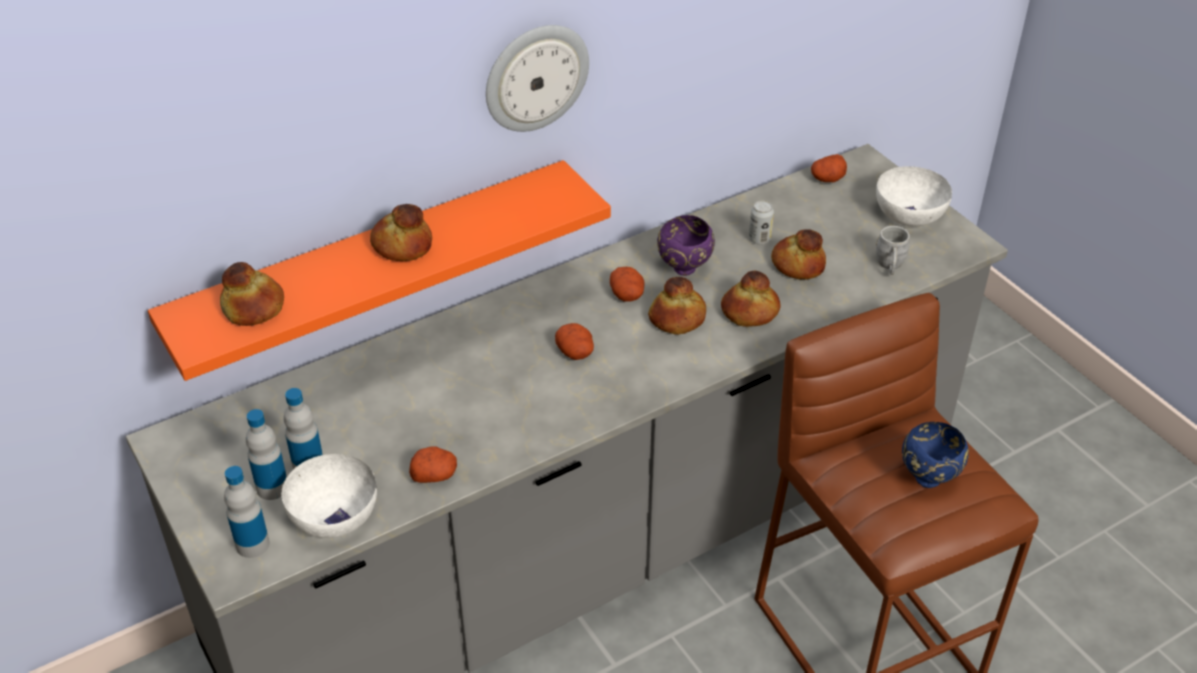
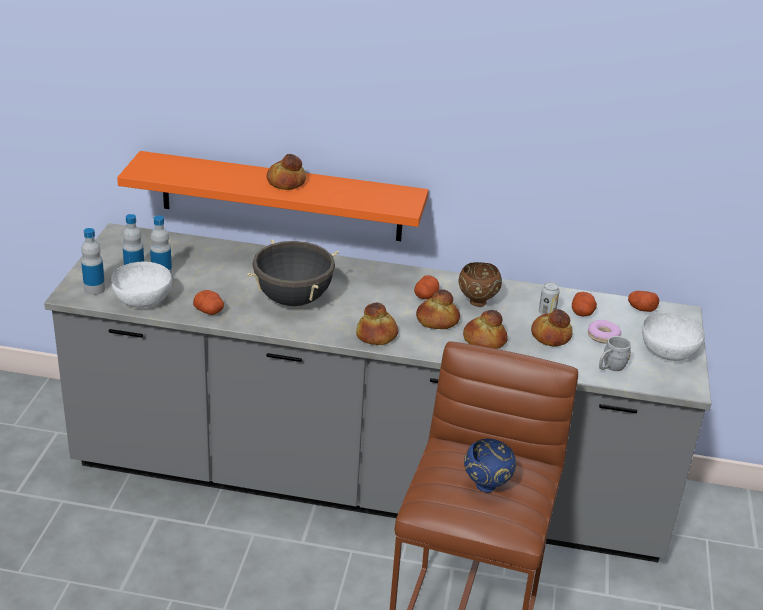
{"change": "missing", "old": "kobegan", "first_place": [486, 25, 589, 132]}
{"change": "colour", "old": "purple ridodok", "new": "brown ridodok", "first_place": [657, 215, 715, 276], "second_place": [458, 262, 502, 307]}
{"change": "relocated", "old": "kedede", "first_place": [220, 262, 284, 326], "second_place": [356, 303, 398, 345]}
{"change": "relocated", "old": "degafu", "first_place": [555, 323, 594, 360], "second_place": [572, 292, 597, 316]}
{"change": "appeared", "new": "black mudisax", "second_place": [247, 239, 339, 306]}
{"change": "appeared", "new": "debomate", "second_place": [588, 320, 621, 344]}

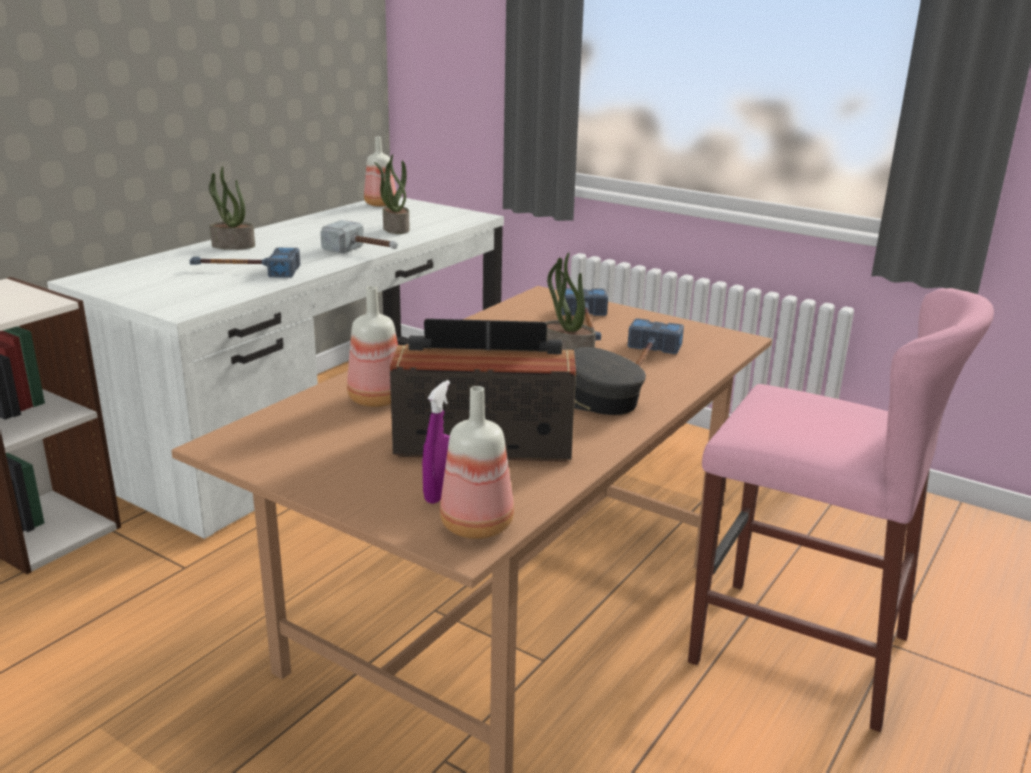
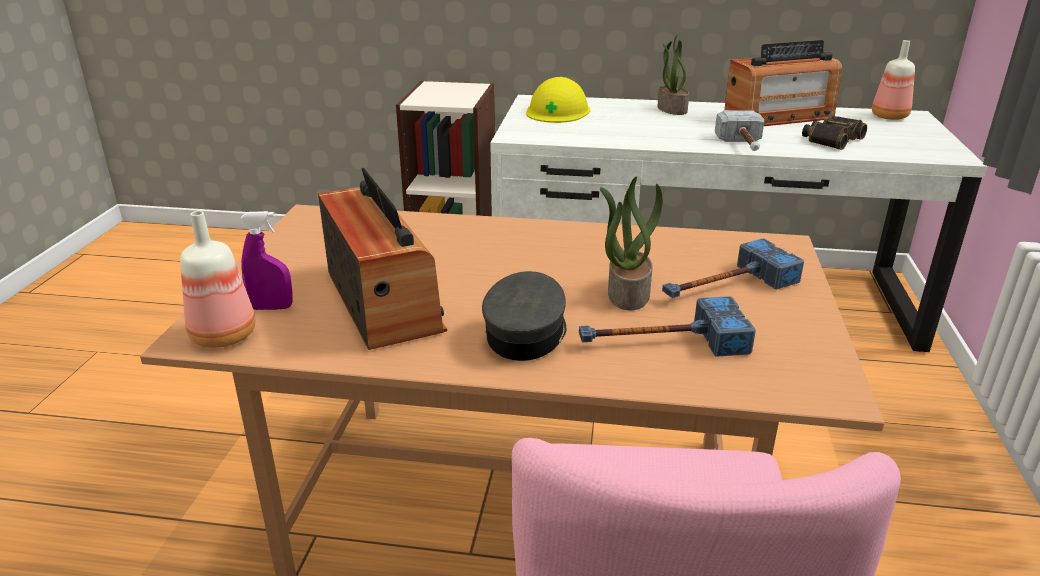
{"change": "exchanged", "old": "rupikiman", "new": "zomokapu", "first_place": [374, 154, 410, 234], "second_place": [802, 115, 867, 150]}
{"change": "missing", "old": "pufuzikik", "first_place": [190, 248, 301, 278]}
{"change": "missing", "old": "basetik", "first_place": [347, 286, 398, 407]}
{"change": "appeared", "new": "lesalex", "second_place": [724, 40, 842, 126]}
{"change": "appeared", "new": "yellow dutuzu", "second_place": [526, 77, 590, 123]}

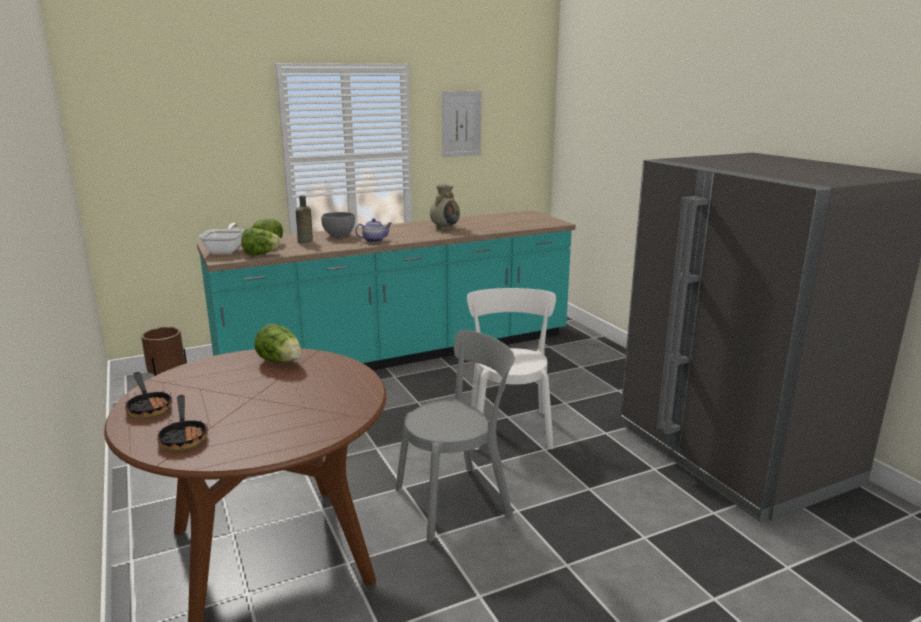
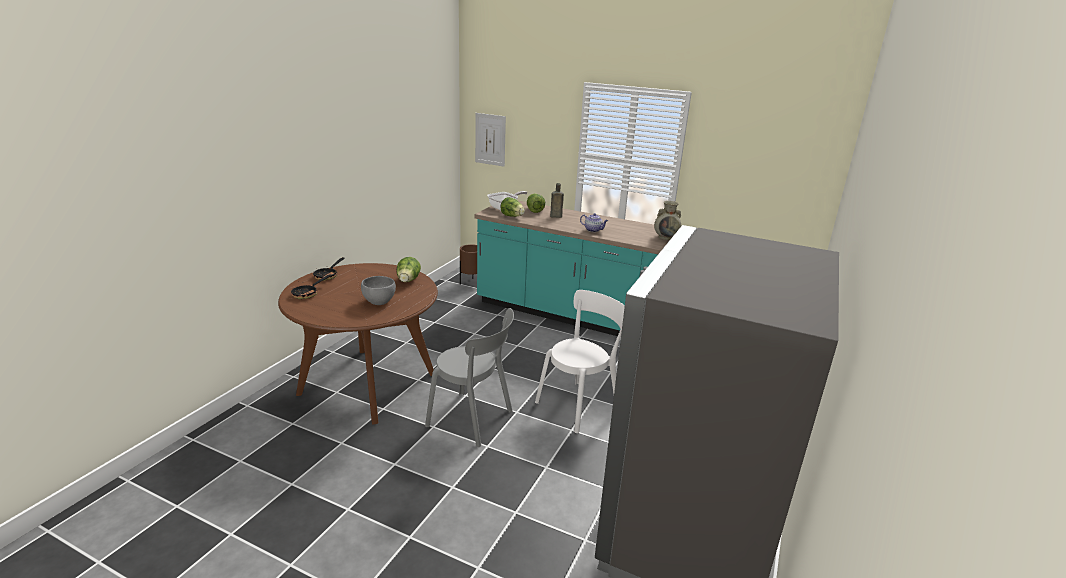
{"change": "relocated", "old": "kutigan", "first_place": [442, 91, 481, 157], "second_place": [475, 113, 506, 167]}
{"change": "relocated", "old": "grey ridodok", "first_place": [321, 212, 355, 237], "second_place": [361, 276, 396, 305]}

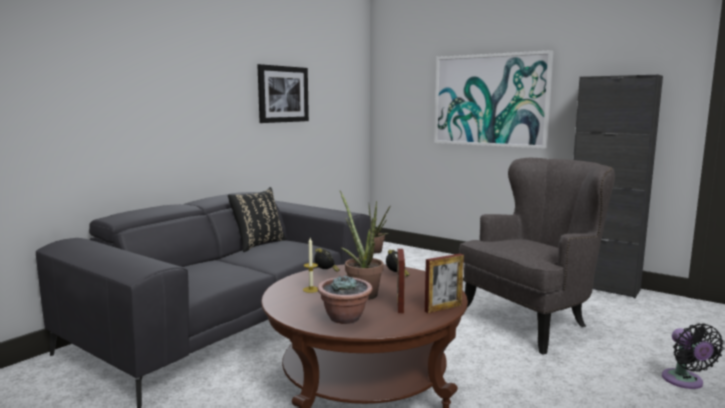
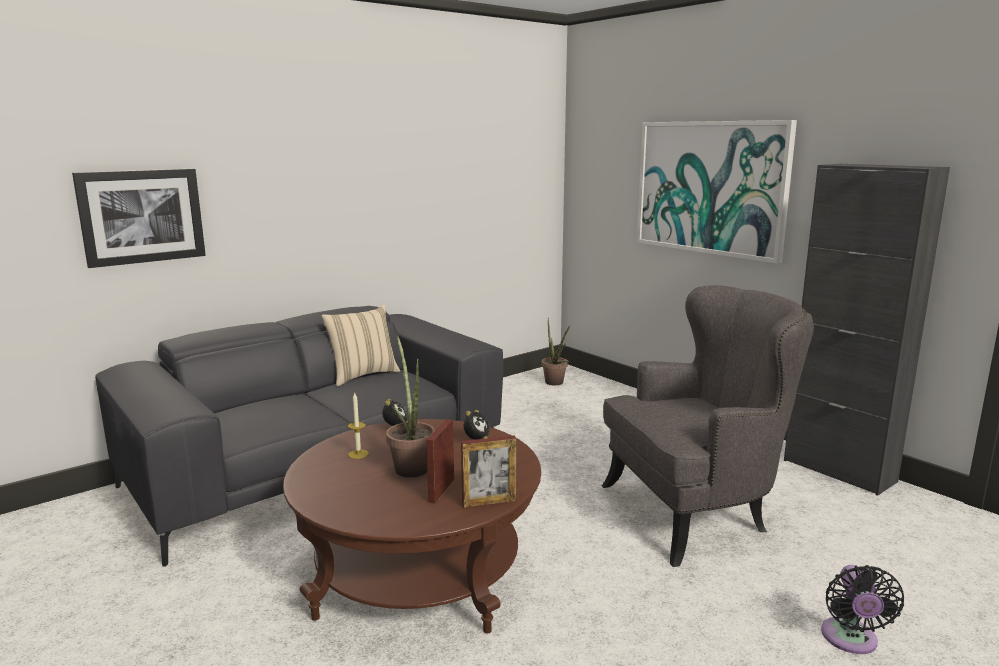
{"change": "relocated", "old": "kutigan", "first_place": [257, 64, 309, 123], "second_place": [72, 169, 206, 268]}
{"change": "colour", "old": "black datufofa", "new": "beige datufofa", "first_place": [228, 187, 286, 252], "second_place": [321, 304, 400, 386]}
{"change": "missing", "old": "rupikiman", "first_place": [318, 275, 372, 324]}

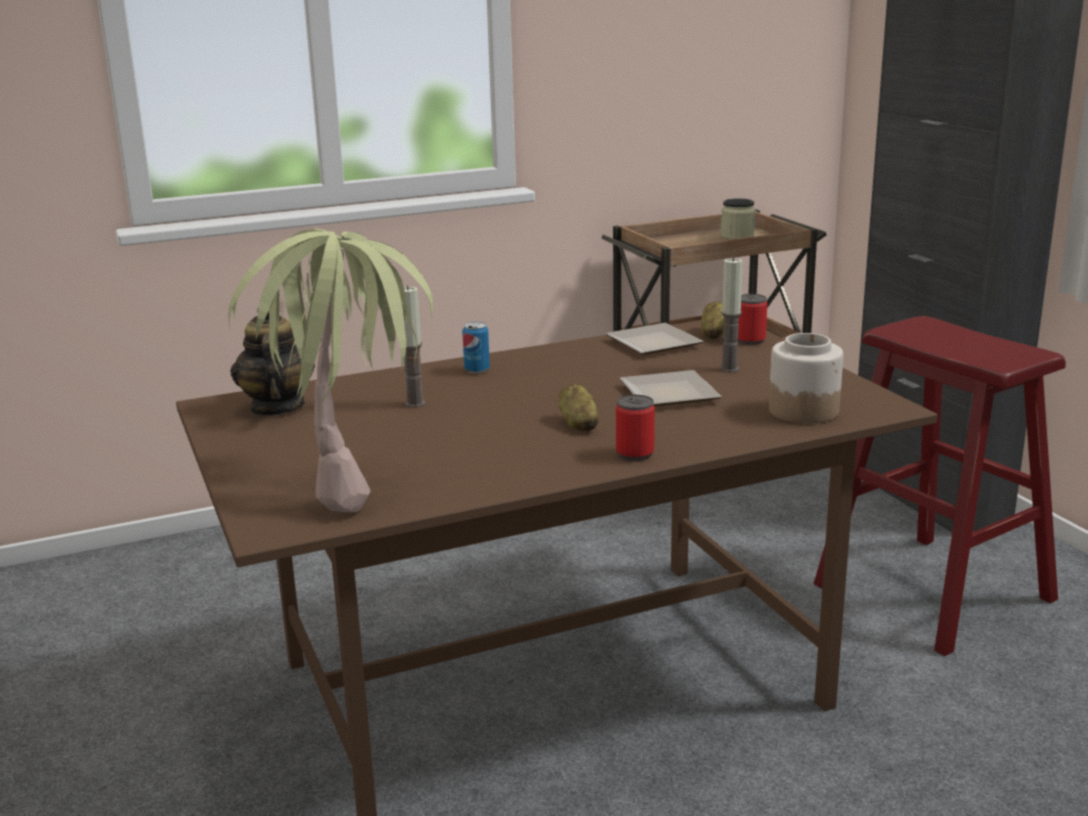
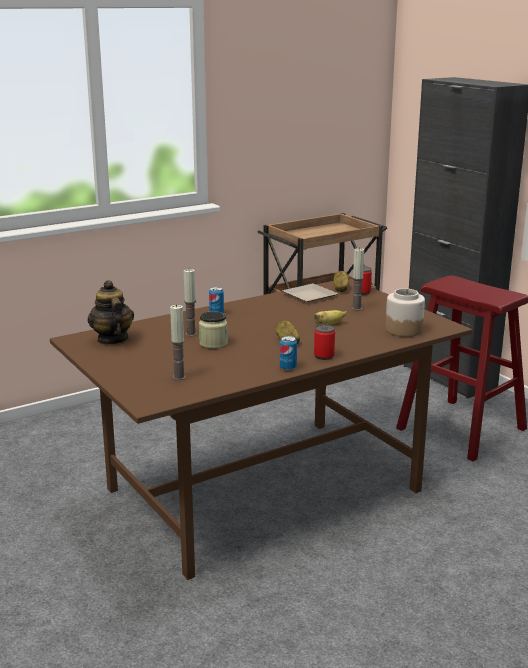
{"change": "relocated", "old": "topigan", "first_place": [721, 198, 755, 240], "second_place": [199, 311, 228, 349]}
{"change": "exchanged", "old": "rupikiman", "new": "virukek", "first_place": [228, 229, 433, 513], "second_place": [170, 304, 186, 380]}
{"change": "exchanged", "old": "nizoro", "new": "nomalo", "first_place": [620, 370, 722, 407], "second_place": [314, 310, 347, 325]}
{"change": "appeared", "new": "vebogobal", "second_place": [280, 336, 297, 370]}

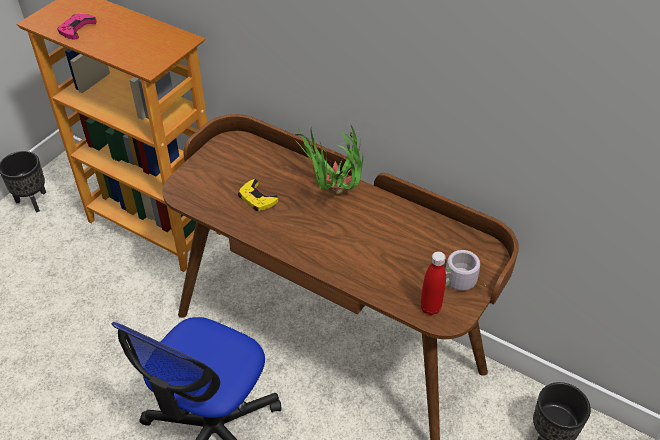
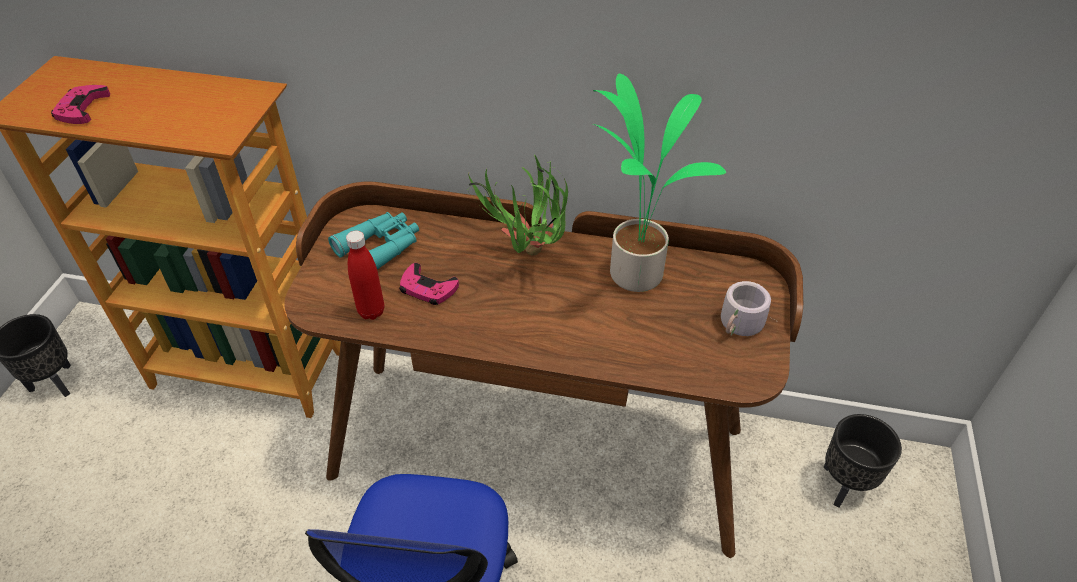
{"change": "colour", "old": "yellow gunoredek", "new": "pink gunoredek", "first_place": [238, 179, 278, 211], "second_place": [399, 263, 459, 305]}
{"change": "relocated", "old": "red basetik", "first_place": [420, 251, 446, 315], "second_place": [346, 231, 384, 320]}
{"change": "appeared", "new": "rupikiman", "second_place": [593, 74, 726, 292]}
{"change": "appeared", "new": "turquoise zomokapu", "second_place": [328, 212, 419, 270]}

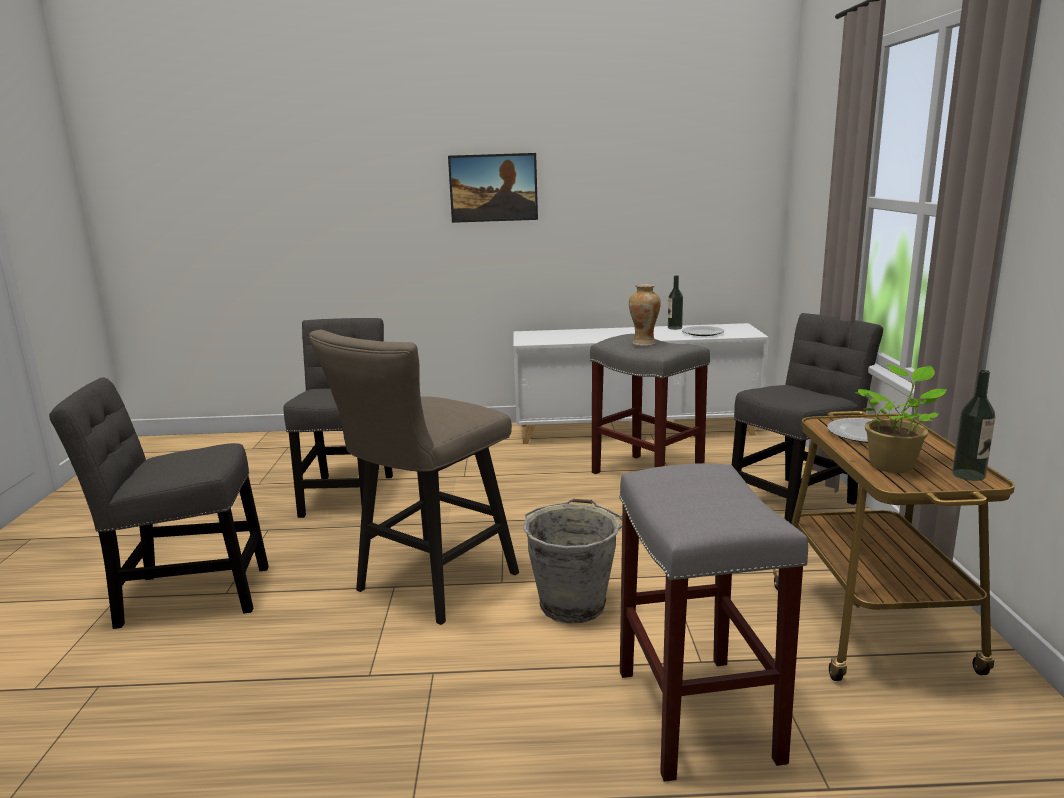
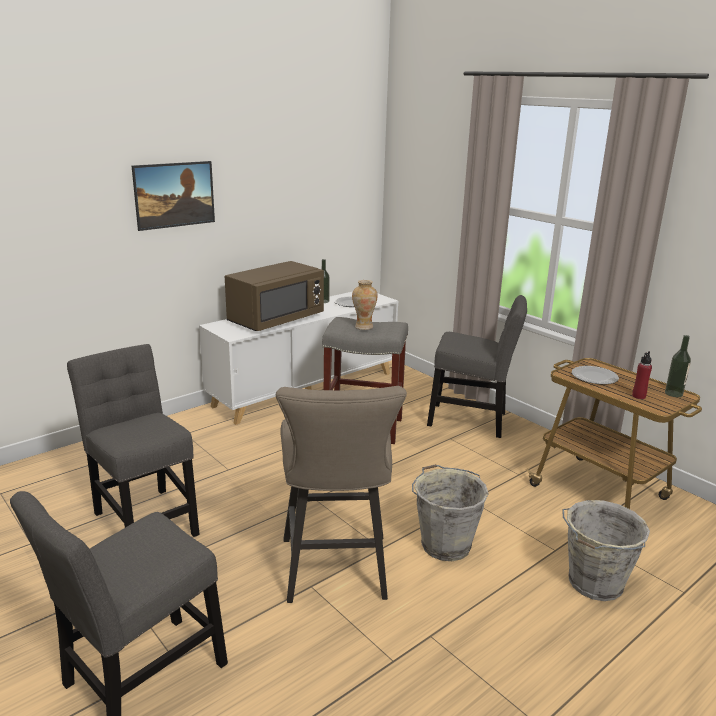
{"change": "spun", "old": "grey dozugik", "first_place": [732, 313, 883, 523], "second_place": [427, 295, 527, 438], "degrees": 90}
{"change": "exchanged", "old": "rupikiman", "new": "red basetik", "first_place": [854, 364, 947, 473], "second_place": [632, 351, 652, 399]}
{"change": "exchanged", "old": "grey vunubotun", "new": "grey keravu", "first_place": [619, 463, 808, 782], "second_place": [562, 500, 650, 601]}
{"change": "appeared", "new": "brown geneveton", "second_place": [225, 261, 324, 331]}

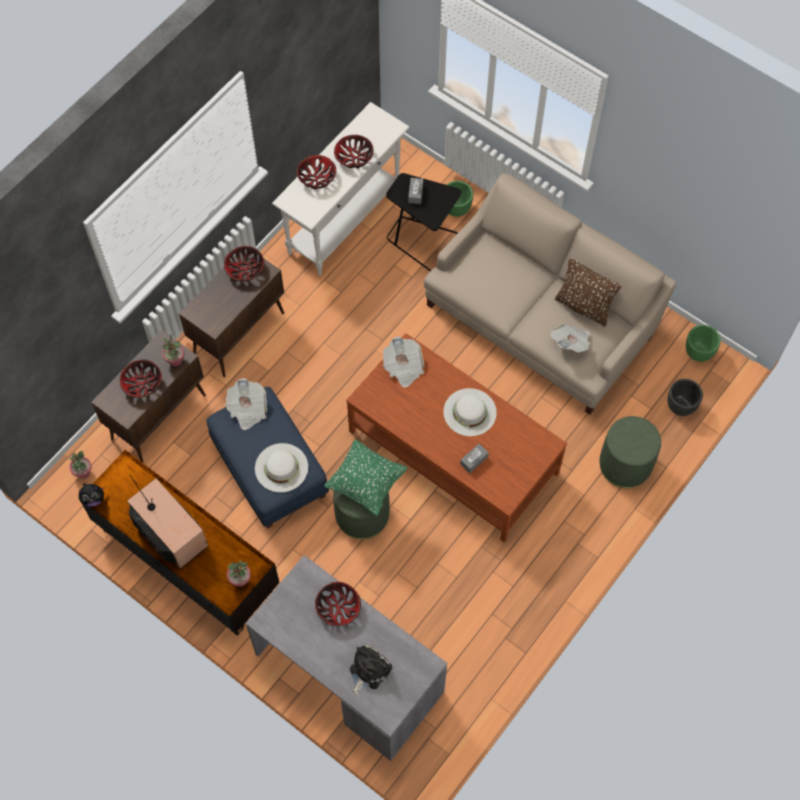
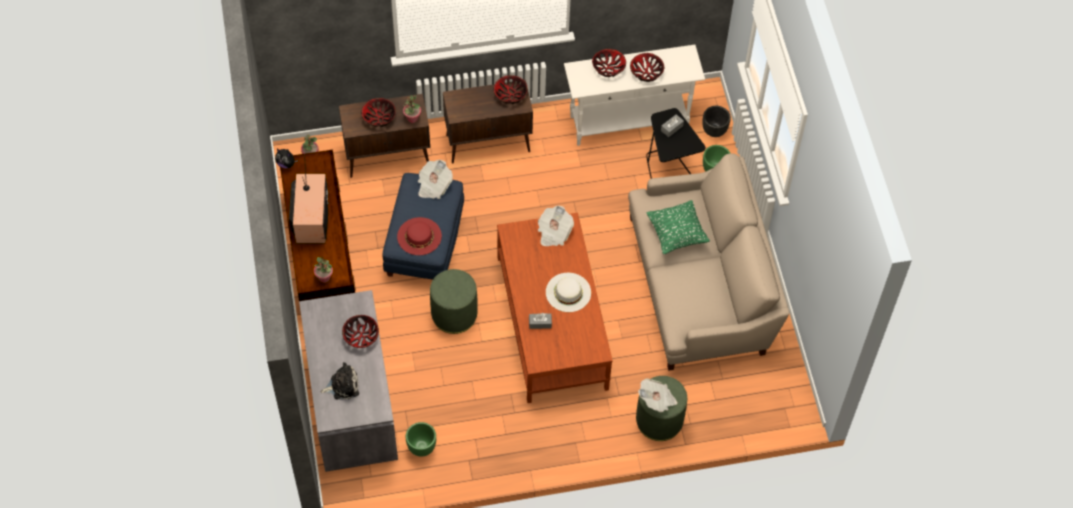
{"change": "missing", "old": "brown datufofa", "first_place": [555, 258, 621, 327]}
{"change": "relocated", "old": "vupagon", "first_place": [550, 324, 591, 353], "second_place": [638, 378, 677, 413]}
{"change": "relocated", "old": "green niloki", "first_place": [686, 325, 721, 362], "second_place": [406, 422, 436, 457]}
{"change": "relocated", "old": "black niloki", "first_place": [668, 379, 703, 416], "second_place": [702, 106, 731, 137]}
{"change": "relocated", "old": "green datufofa", "first_place": [324, 439, 407, 516], "second_place": [647, 200, 710, 255]}
{"change": "colour", "old": "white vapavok", "new": "red vapavok", "first_place": [255, 443, 308, 493], "second_place": [397, 217, 442, 255]}

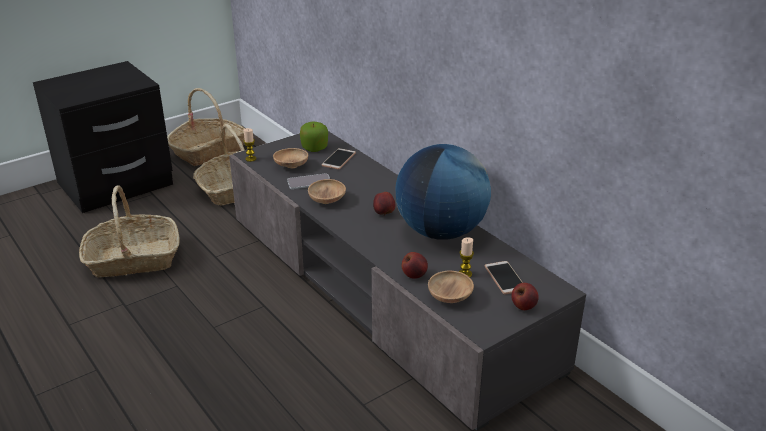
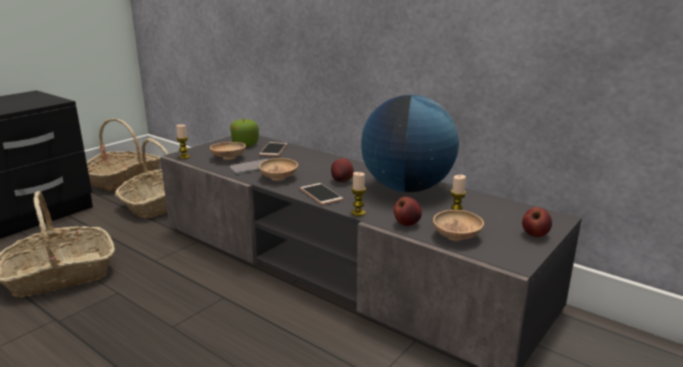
{"change": "relocated", "old": "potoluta", "first_place": [485, 261, 523, 295], "second_place": [300, 183, 343, 205]}
{"change": "appeared", "new": "virukek", "second_place": [351, 172, 366, 216]}

